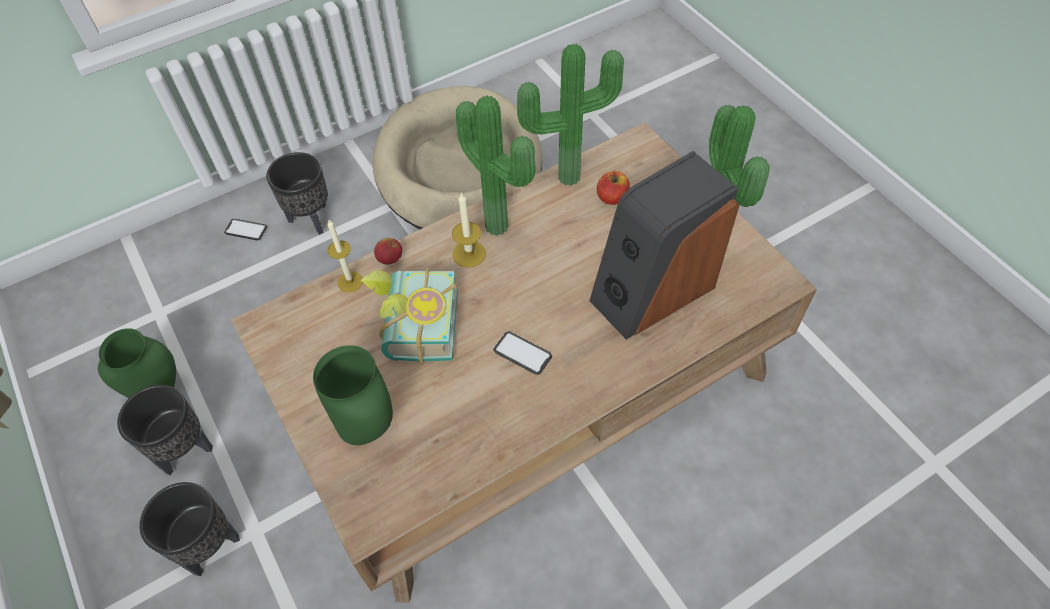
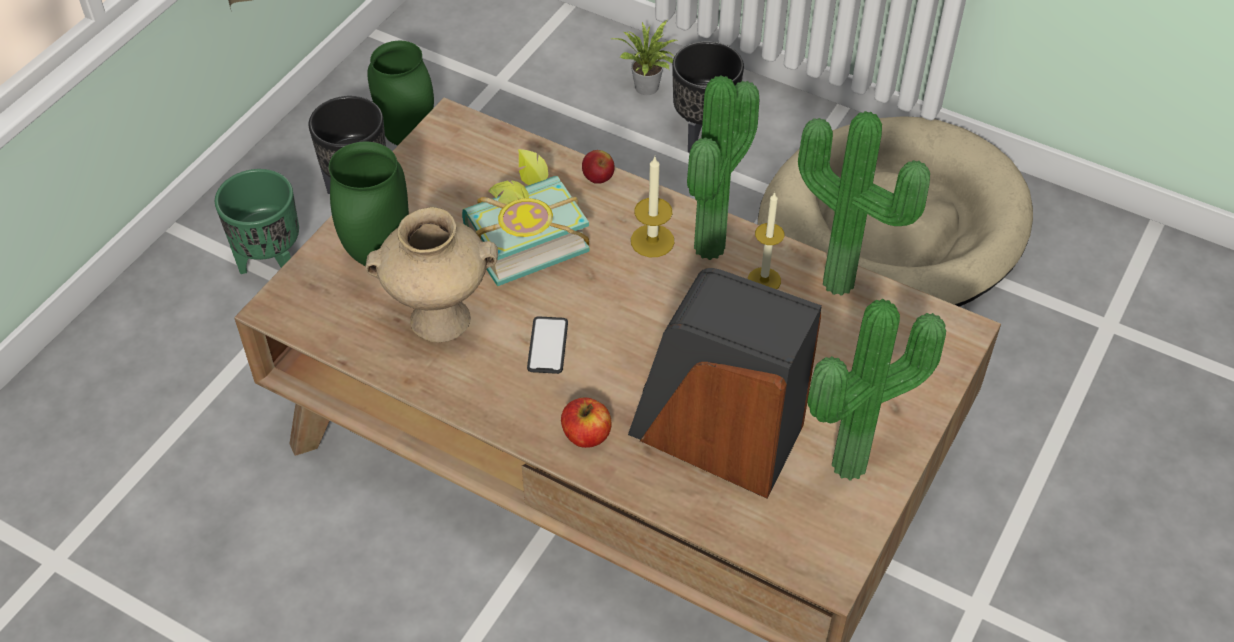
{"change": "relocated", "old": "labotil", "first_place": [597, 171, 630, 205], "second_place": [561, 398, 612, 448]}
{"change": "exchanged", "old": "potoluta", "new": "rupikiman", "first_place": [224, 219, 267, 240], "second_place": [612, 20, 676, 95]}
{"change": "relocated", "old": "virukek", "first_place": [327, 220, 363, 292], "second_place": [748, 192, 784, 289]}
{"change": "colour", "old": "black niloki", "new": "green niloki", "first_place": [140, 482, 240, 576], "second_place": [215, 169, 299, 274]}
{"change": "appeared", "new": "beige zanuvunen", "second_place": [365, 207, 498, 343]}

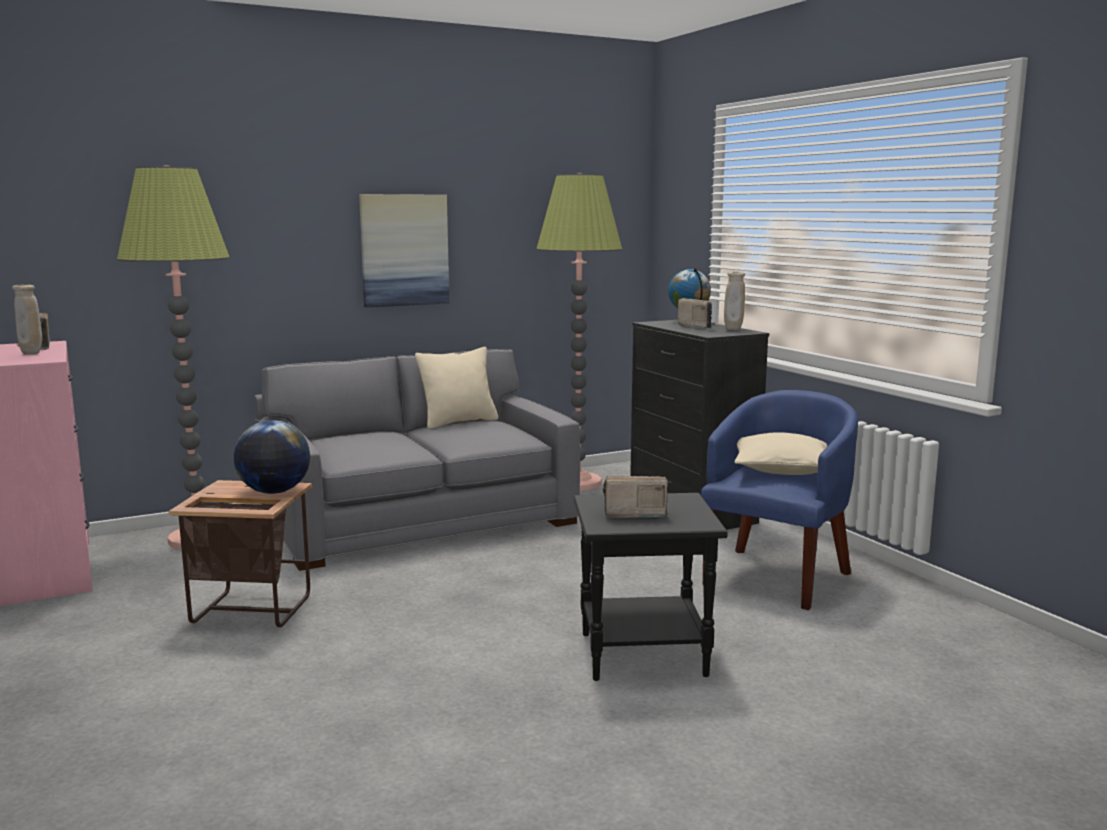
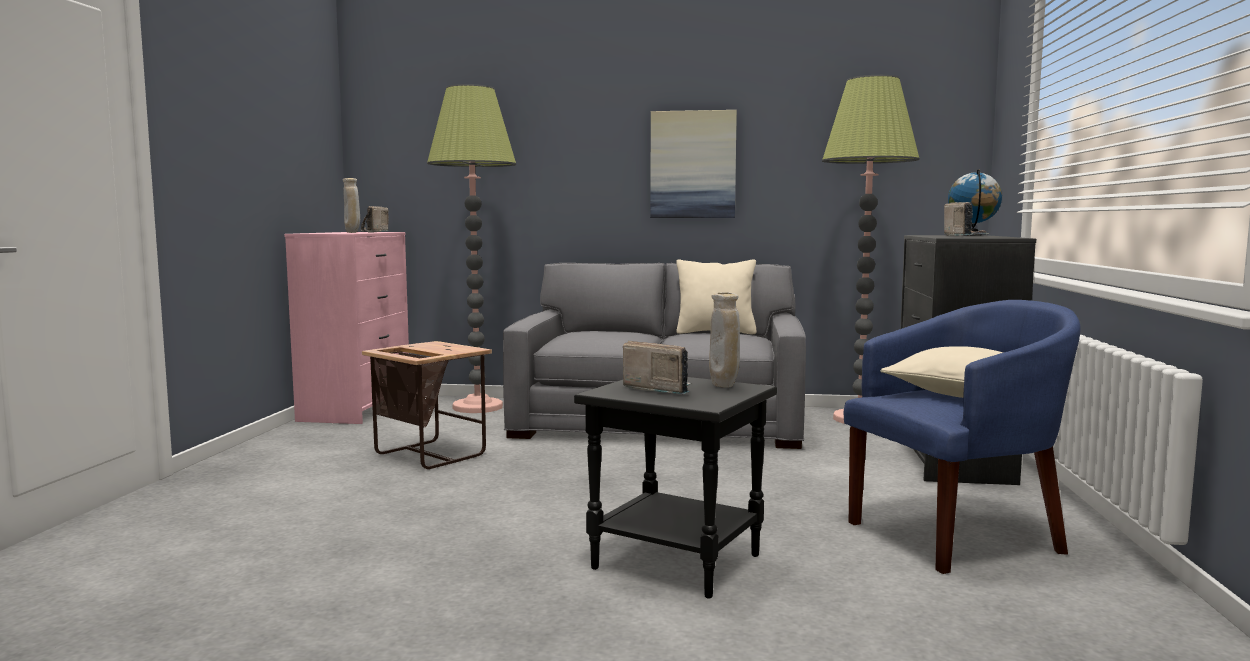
{"change": "relocated", "old": "beige zanuvunen", "first_place": [724, 272, 745, 331], "second_place": [709, 292, 740, 388]}
{"change": "missing", "old": "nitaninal", "first_place": [234, 420, 310, 494]}

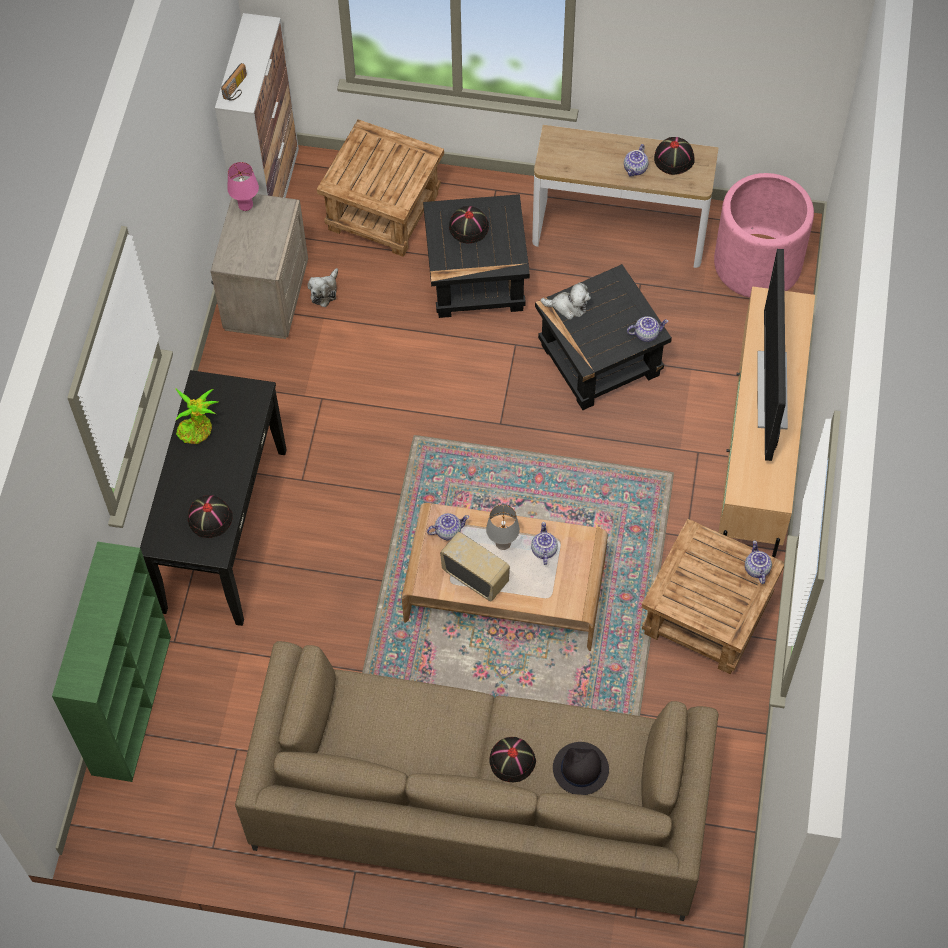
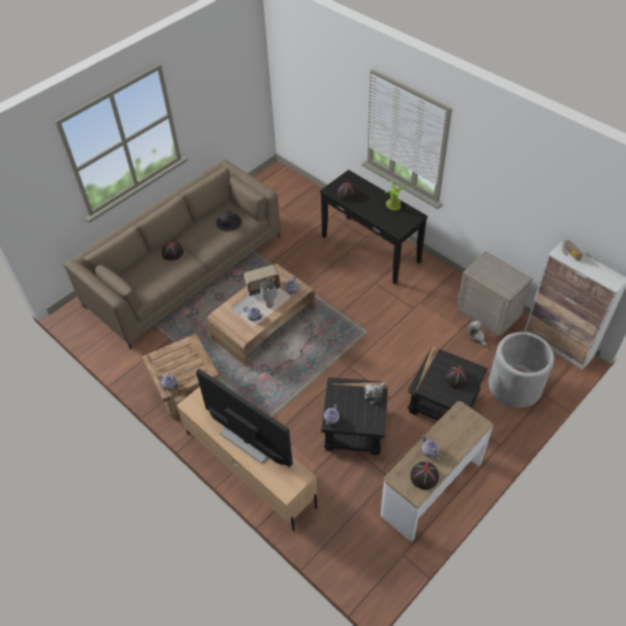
{"change": "exchanged", "old": "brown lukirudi", "new": "grey niloki", "first_place": [317, 119, 444, 257], "second_place": [489, 332, 554, 408]}
{"change": "missing", "old": "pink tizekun", "first_place": [228, 162, 259, 211]}
{"change": "missing", "old": "pink niloki", "first_place": [714, 173, 814, 298]}
{"change": "missing", "old": "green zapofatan", "first_place": [52, 542, 171, 782]}
{"change": "relocated", "old": "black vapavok", "first_place": [553, 742, 609, 795], "second_place": [216, 211, 242, 232]}

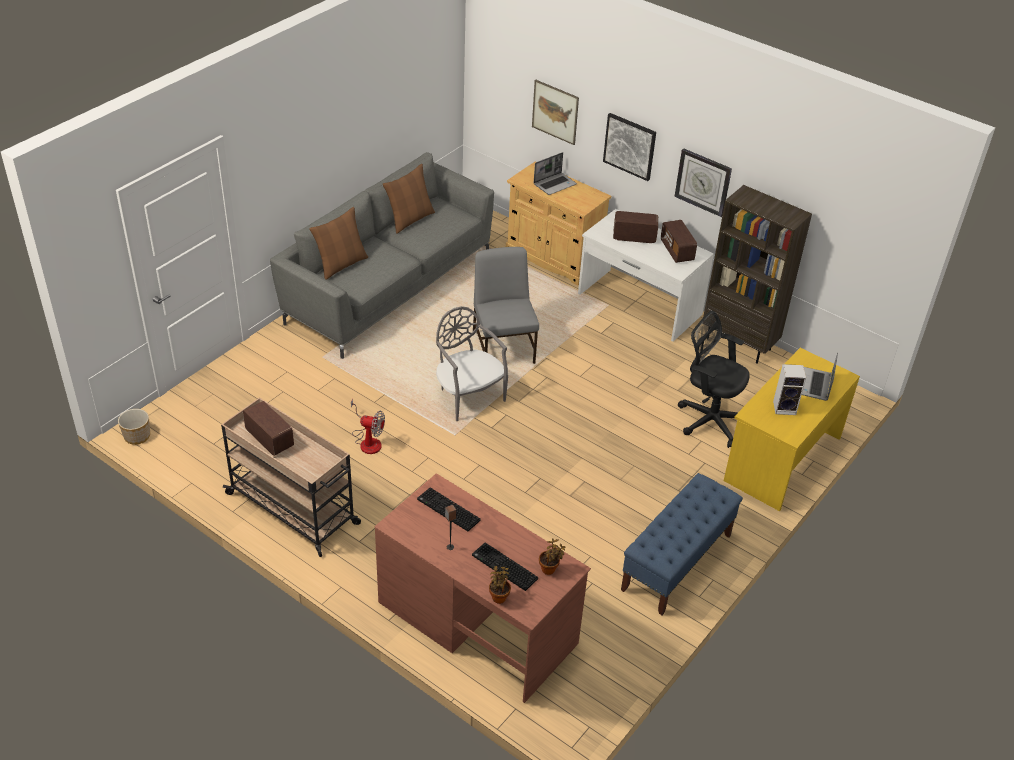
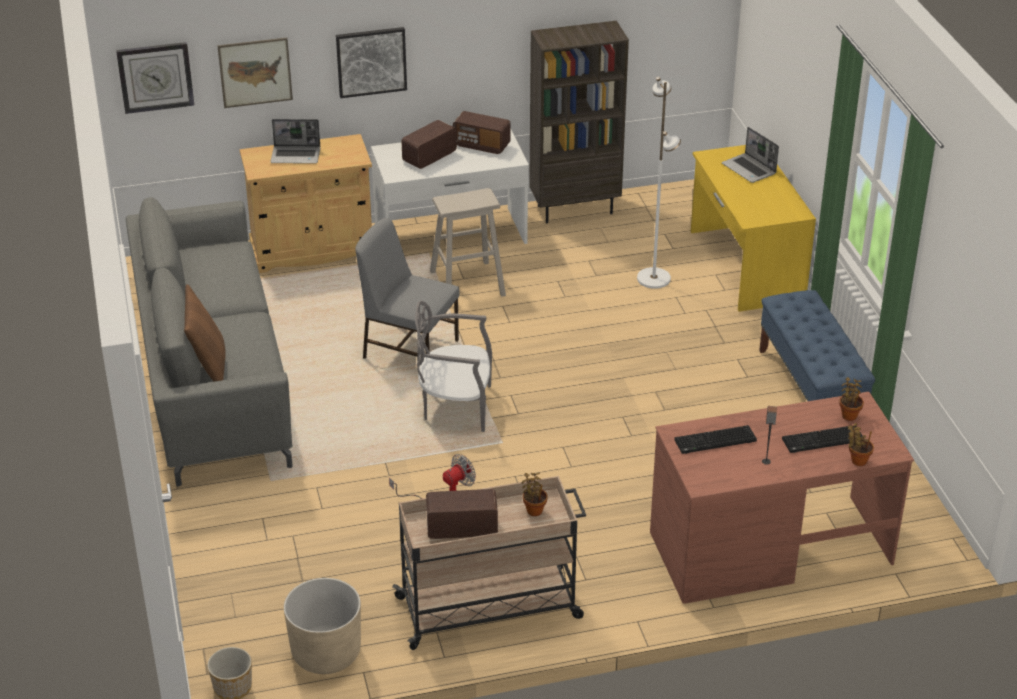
{"change": "relocated", "old": "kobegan", "first_place": [674, 148, 732, 217], "second_place": [116, 42, 195, 114]}
{"change": "spun", "old": "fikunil", "first_place": [534, 152, 577, 195], "second_place": [270, 119, 320, 164], "degrees": 90}
{"change": "missing", "old": "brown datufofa", "first_place": [383, 164, 435, 234]}
{"change": "exchanged", "old": "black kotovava", "new": "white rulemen", "first_place": [678, 311, 750, 448], "second_place": [637, 77, 681, 289]}
{"change": "missing", "old": "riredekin", "first_place": [773, 364, 806, 415]}
{"change": "appeared", "new": "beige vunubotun", "second_place": [430, 188, 506, 297]}
{"change": "appeared", "new": "rupikiman", "second_place": [522, 473, 548, 516]}
{"change": "appeared", "new": "beige niloki", "second_place": [284, 578, 361, 674]}

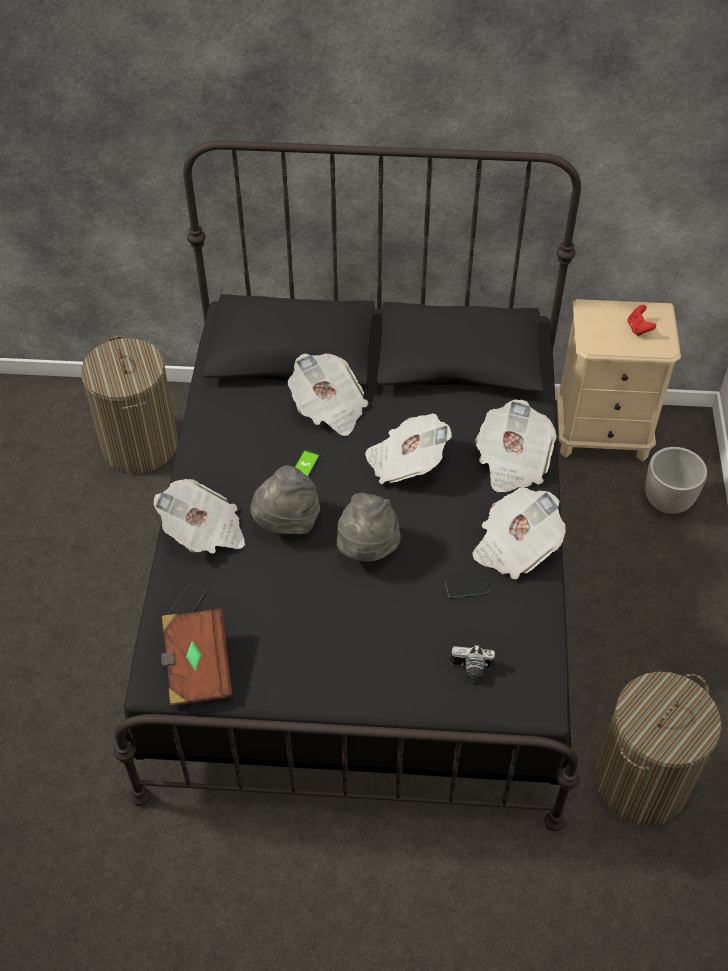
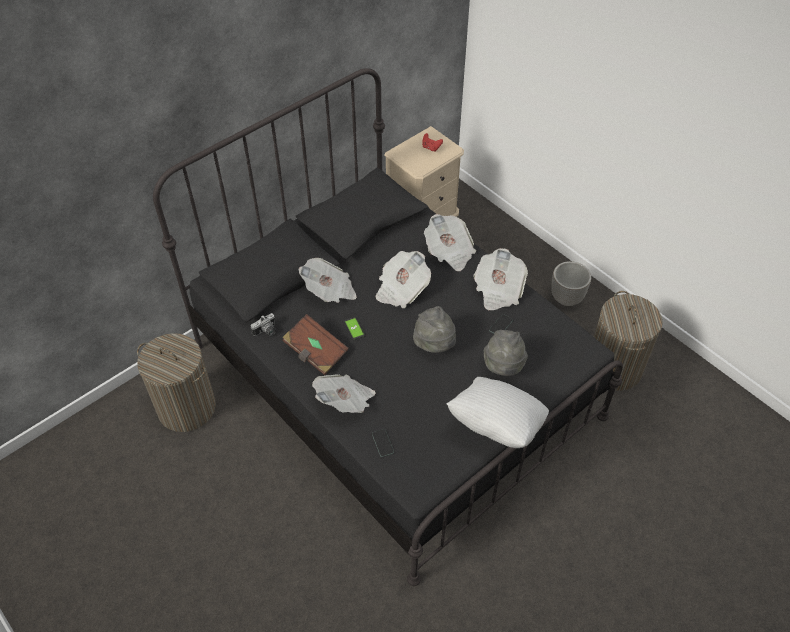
{"change": "relocated", "old": "niloki", "first_place": [645, 447, 707, 514], "second_place": [551, 261, 591, 306]}
{"change": "relocated", "old": "grey vapavok", "first_place": [250, 465, 320, 534], "second_place": [484, 330, 528, 376]}
{"change": "relocated", "old": "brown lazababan", "first_place": [161, 609, 233, 706], "second_place": [282, 314, 349, 375]}
{"change": "relocated", "old": "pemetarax", "first_place": [450, 645, 495, 682], "second_place": [251, 313, 276, 336]}
{"change": "appeared", "new": "white datufofa", "second_place": [446, 377, 549, 448]}

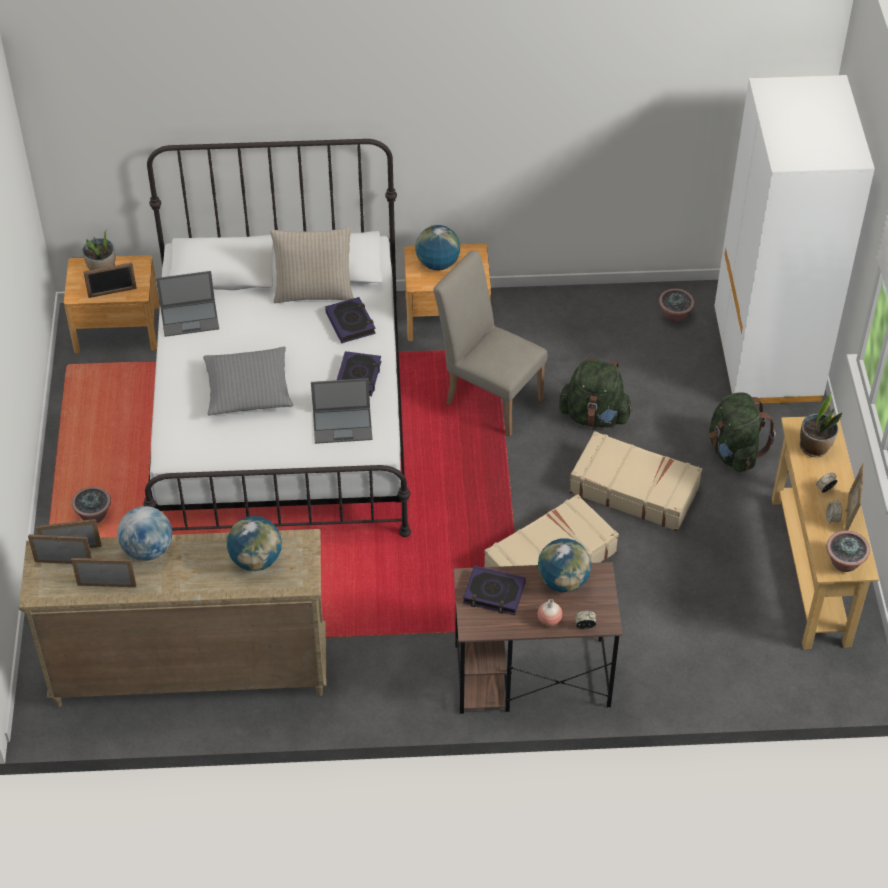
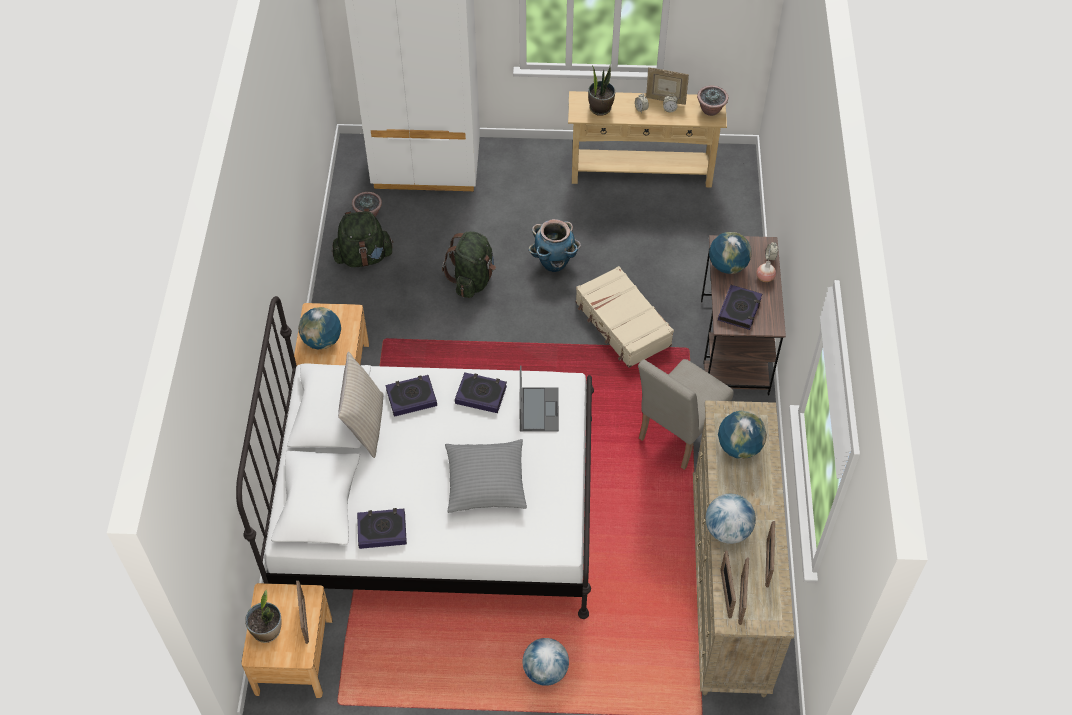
{"change": "relocated", "old": "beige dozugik", "first_place": [433, 250, 547, 437], "second_place": [638, 359, 734, 470]}
{"change": "exchanged", "old": "fikunil", "new": "lazababan", "first_place": [156, 271, 219, 337], "second_place": [357, 508, 407, 549]}
{"change": "relocated", "old": "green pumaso", "first_place": [709, 392, 776, 472], "second_place": [332, 208, 394, 267]}
{"change": "exchanged", "old": "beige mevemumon", "new": "niloki", "first_place": [569, 431, 702, 531], "second_place": [529, 219, 581, 272]}
{"change": "exchanged", "old": "rupikiman", "new": "nitaninal", "first_place": [72, 487, 111, 523], "second_place": [523, 638, 569, 686]}

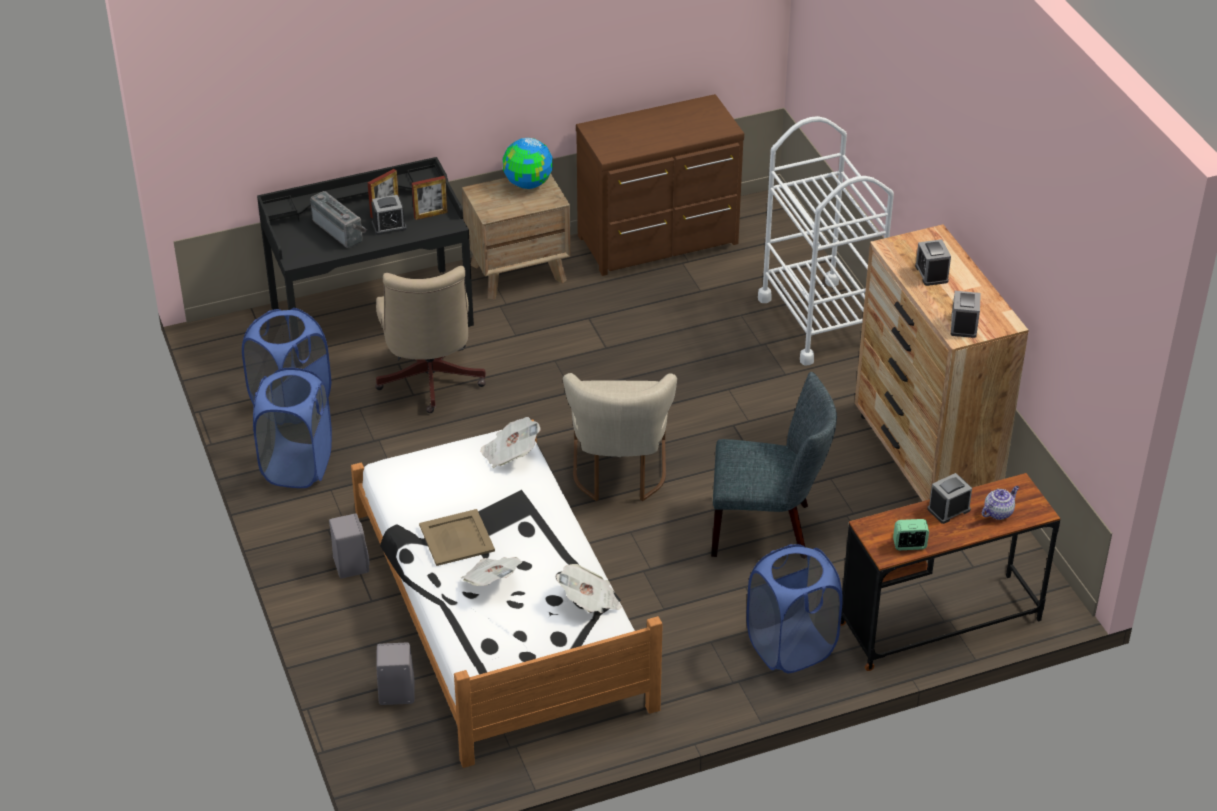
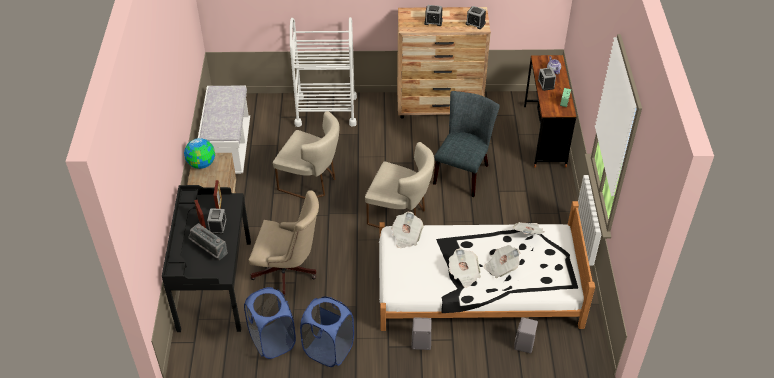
{"change": "exchanged", "old": "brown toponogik", "new": "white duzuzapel", "first_place": [576, 94, 744, 276], "second_place": [198, 86, 250, 174]}
{"change": "spun", "old": "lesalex", "first_place": [310, 191, 367, 248], "second_place": [188, 223, 228, 260], "degrees": -120}
{"change": "exchanged", "old": "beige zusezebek", "new": "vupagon", "first_place": [419, 509, 495, 566], "second_place": [449, 248, 481, 288]}
{"change": "missing", "old": "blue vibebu", "first_place": [746, 544, 843, 673]}
{"change": "appeared", "new": "beige dozugik", "second_place": [273, 111, 339, 199]}

